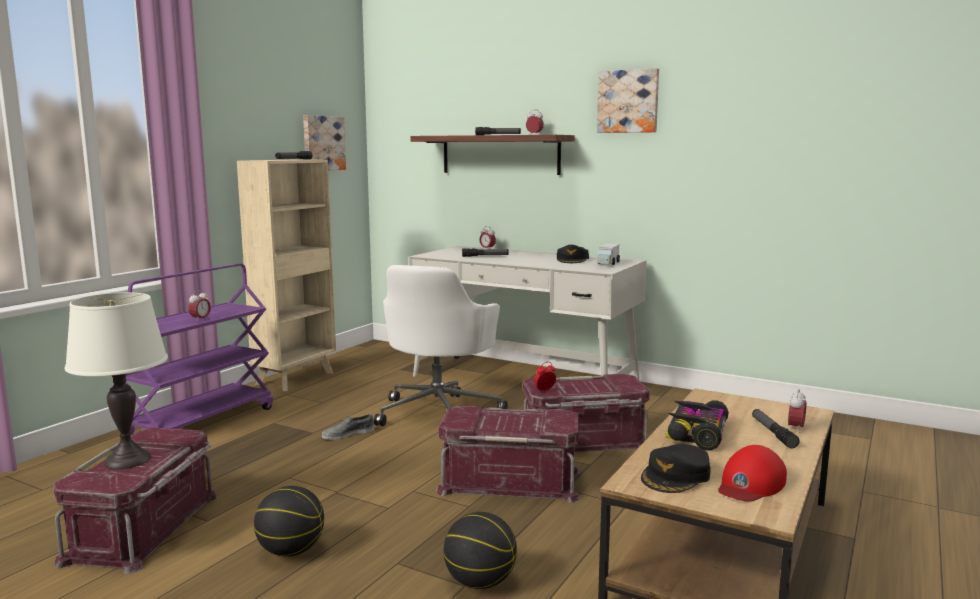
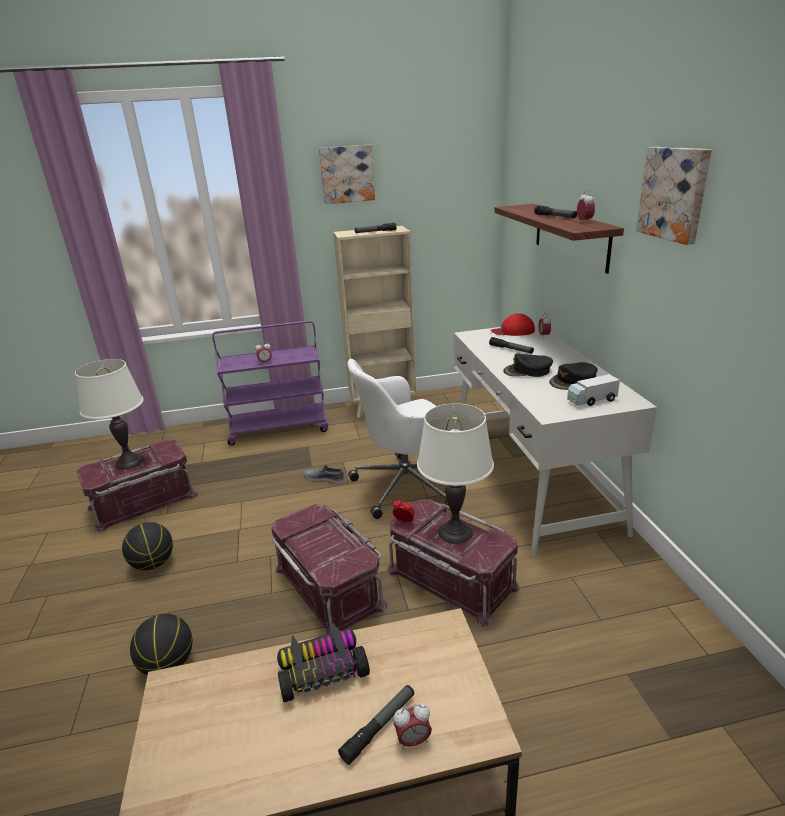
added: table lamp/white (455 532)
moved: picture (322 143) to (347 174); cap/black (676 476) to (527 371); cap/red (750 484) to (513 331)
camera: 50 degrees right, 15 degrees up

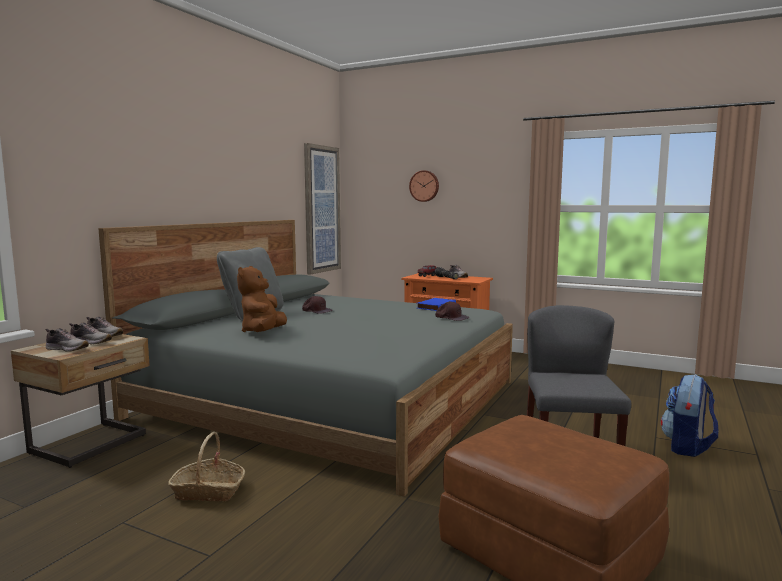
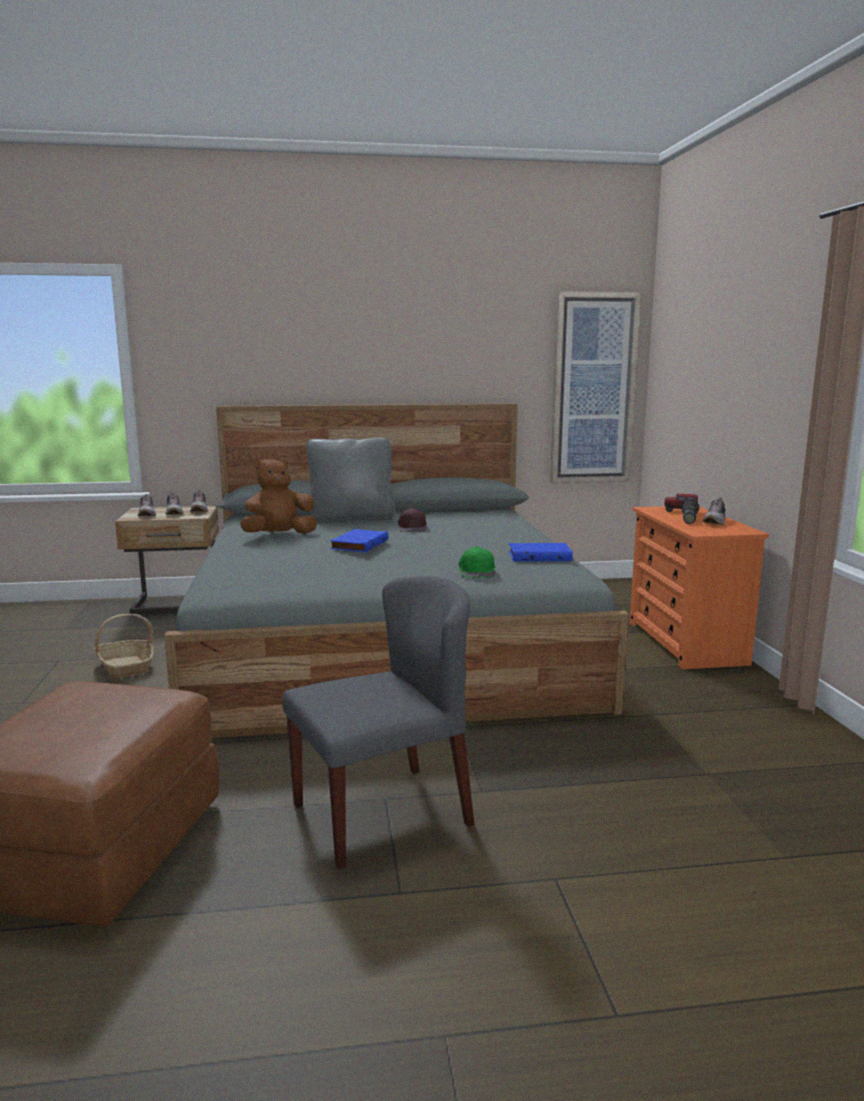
removed: wall clock (424 186); backpack (687 447)
added: book/blue (358 544)
recoloured: cap/brown (451 317) to cap/green (477 571)
camera: 55 degrees right, 5 degrees up

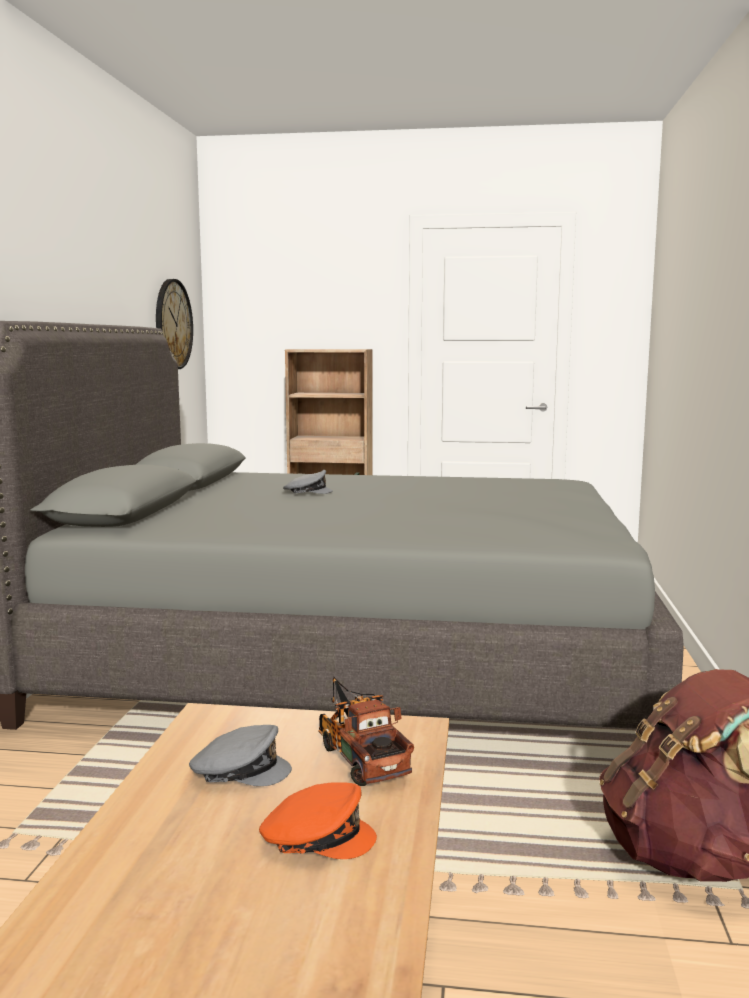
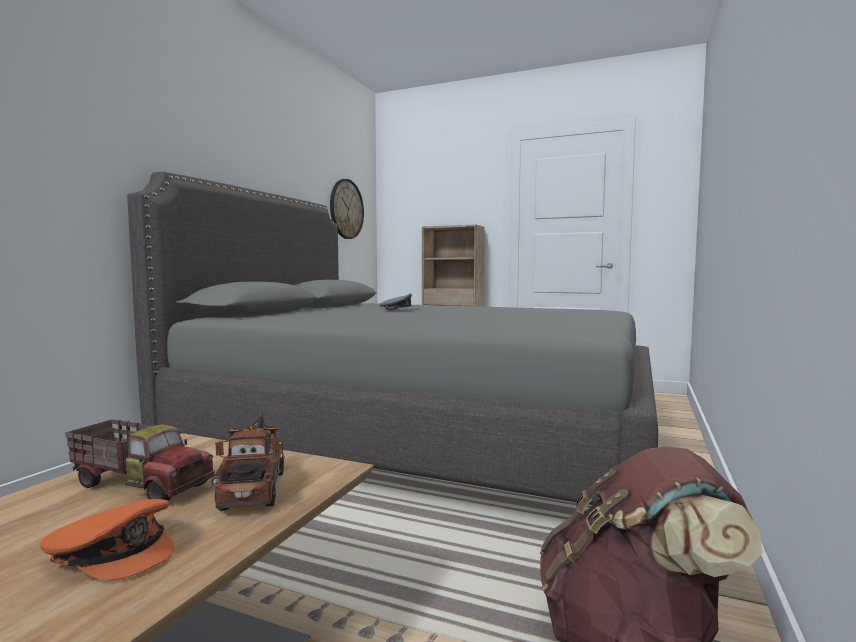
replaced: cap/grey (240 770) to toy truck (142 484)
camera: 15 degrees right, 5 degrees down

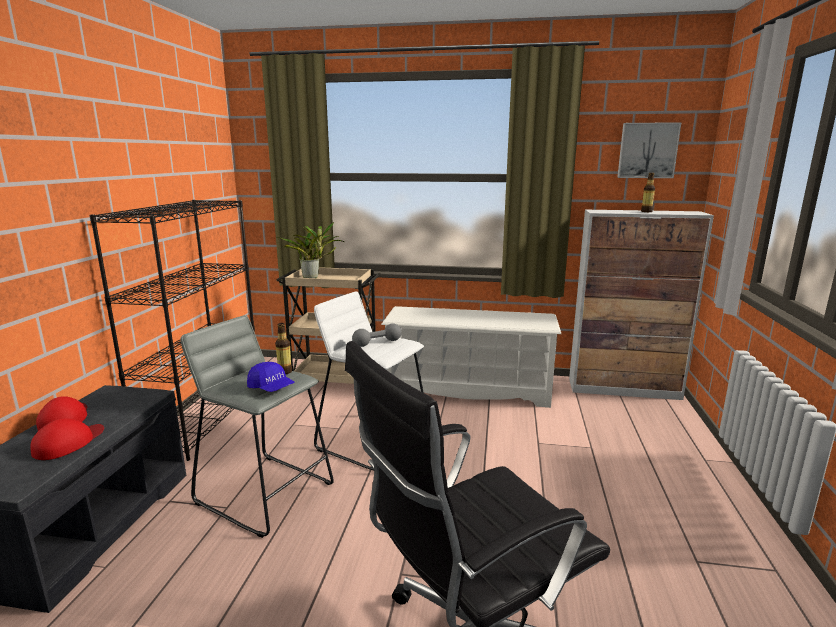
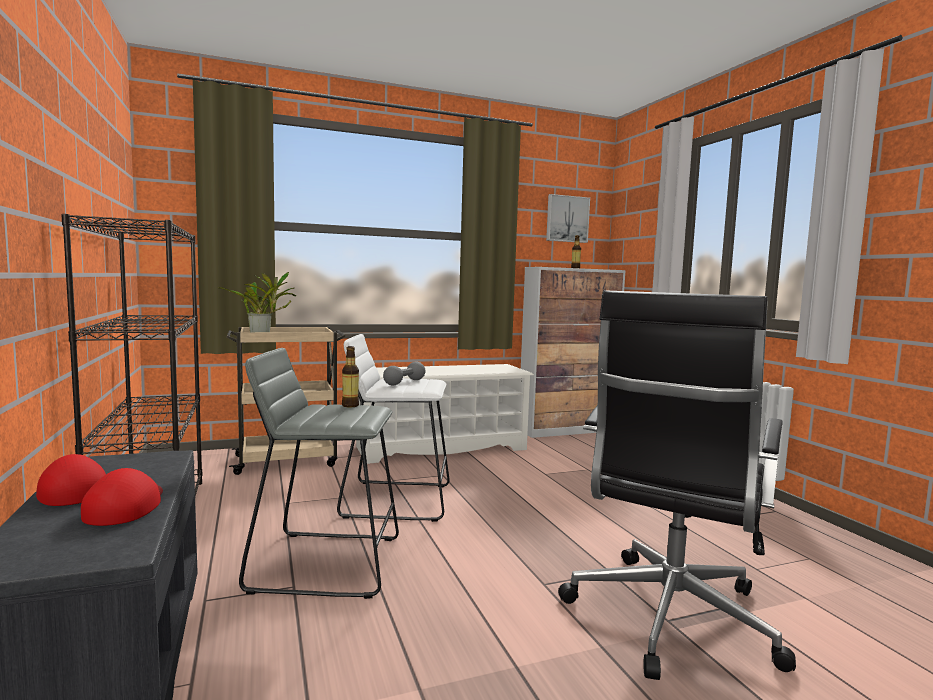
removed: cap/blue (271 388)
camera: 30 degrees left, 10 degrees down

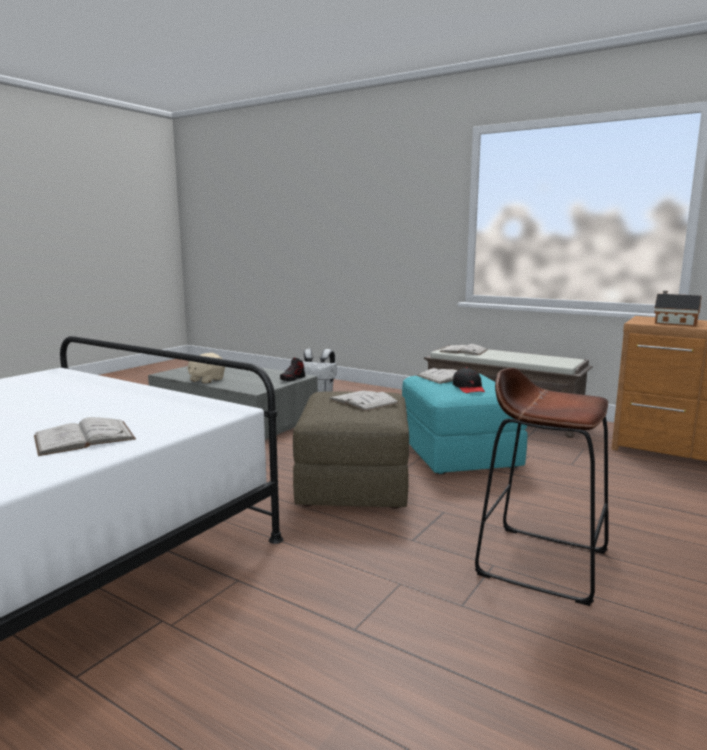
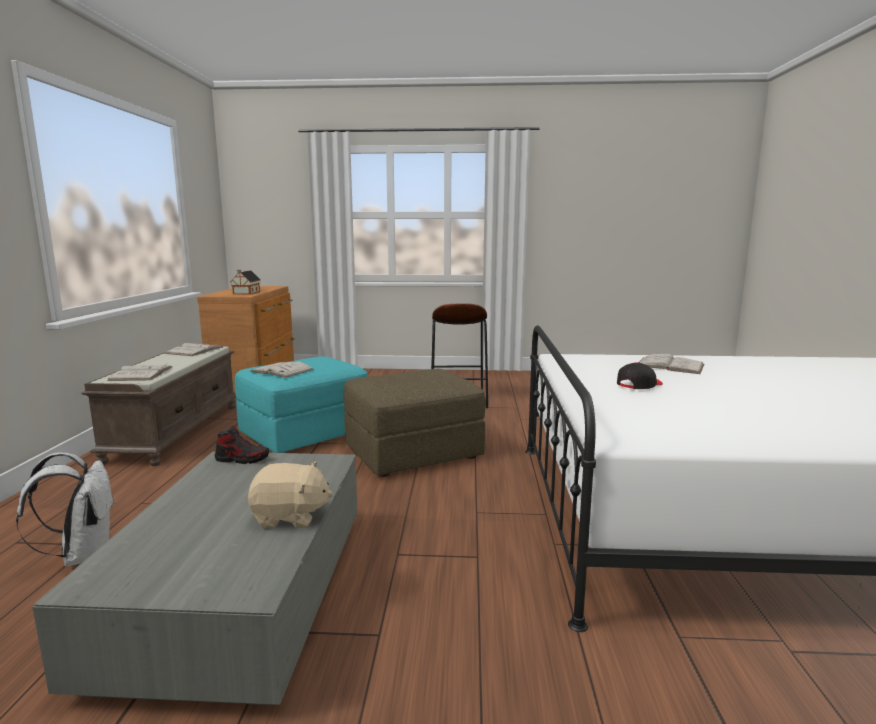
moved: book/white (363 401) to (194 350); cap/black (468 388) to (639 385)
camera: 120 degrees left, 0 degrees up

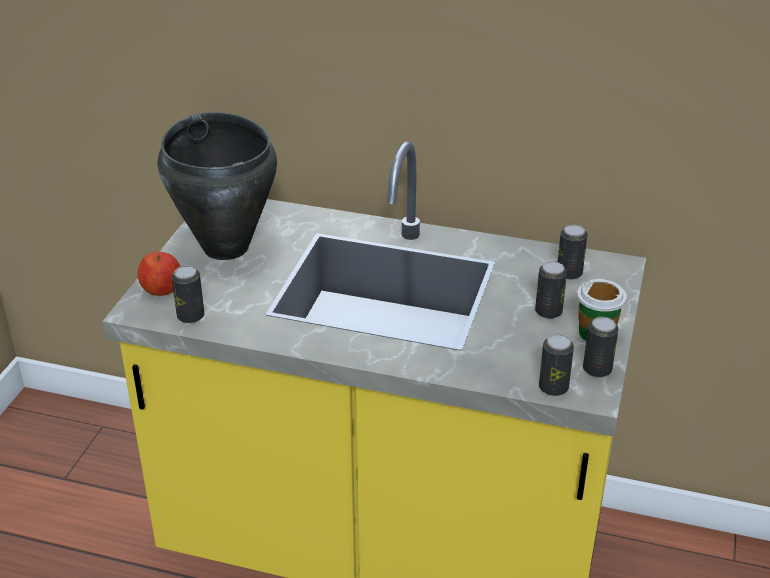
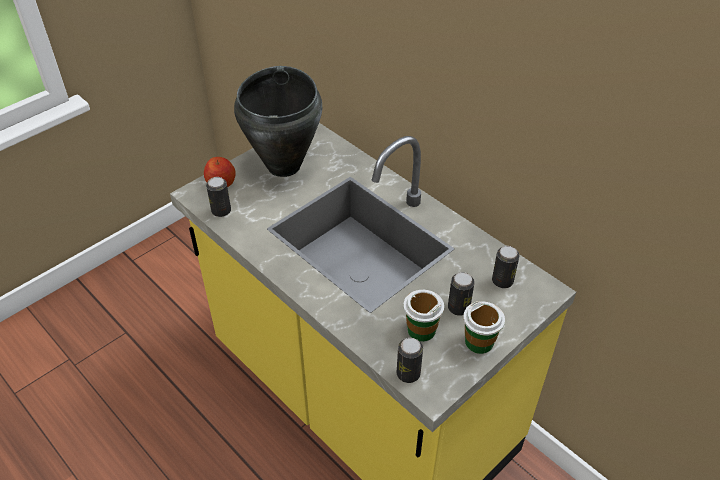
removed: can (597 369)
added: cup (421 330)
camera: 30 degrees right, 10 degrees up

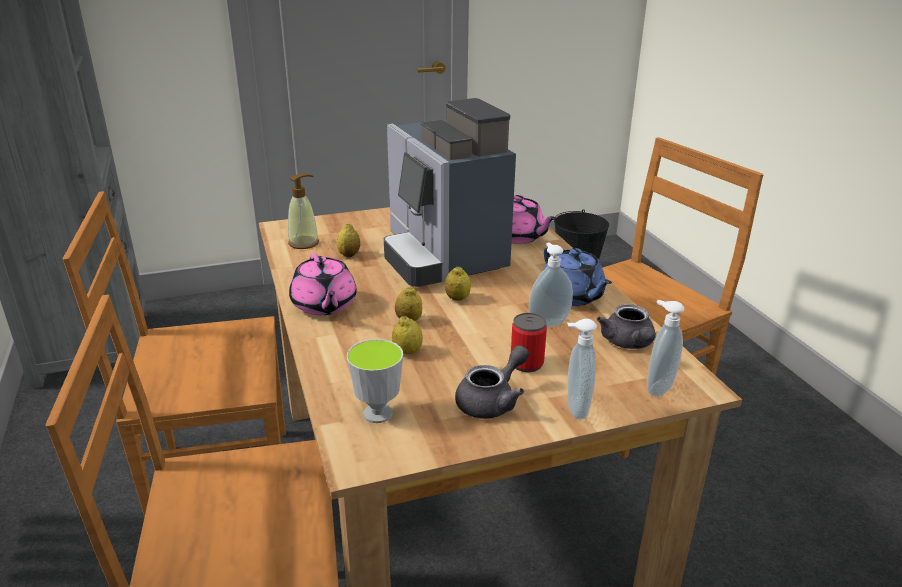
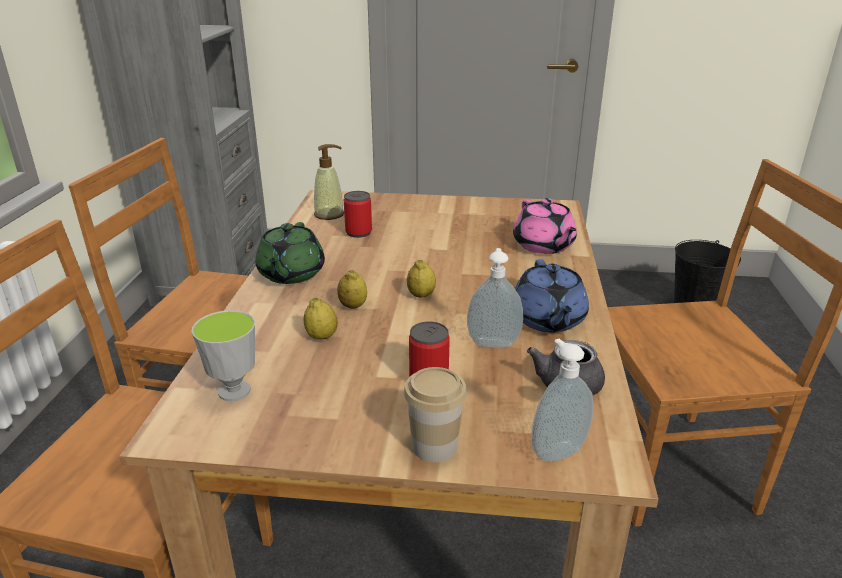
removed: coffee machine (442 256); teapot/grey (492 401)
replaced: lemon (349 255) to can (358 232); soap dispenser (574 409) to cup (434 446)
recoloured: teapot/pink (324 305) to teapot/green (290 274)
camera: 25 degrees right, 0 degrees up

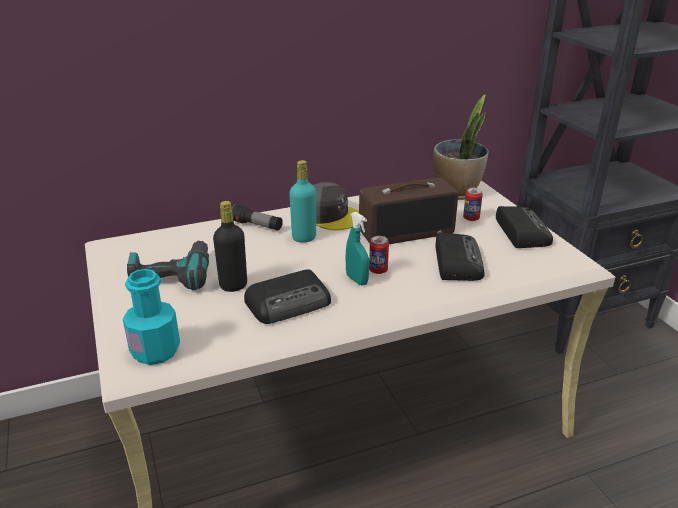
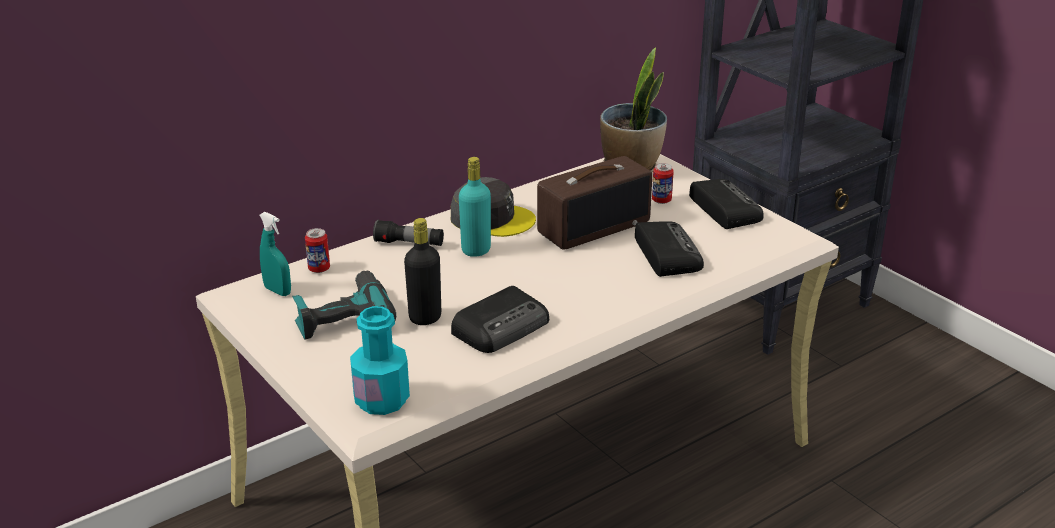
moved: spray bottle/turquoise (357 280) to (278 291); can (378 270) to (319 269)
camera: 15 degrees left, 0 degrees up

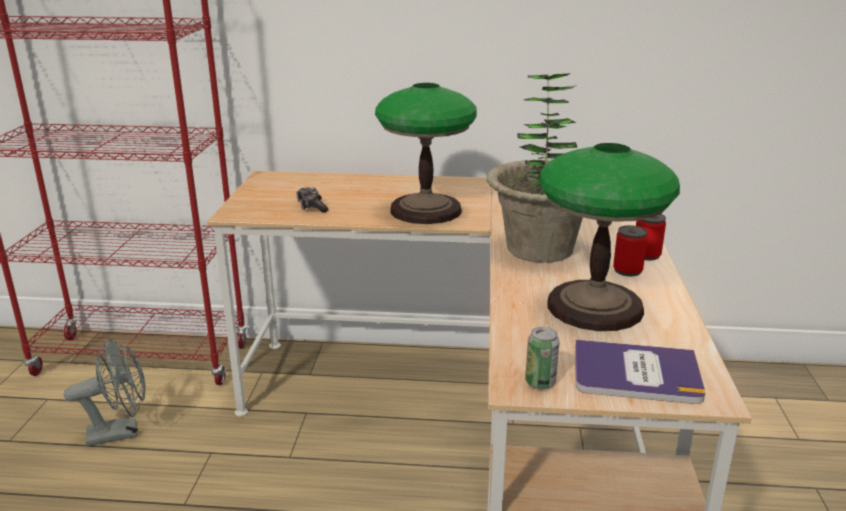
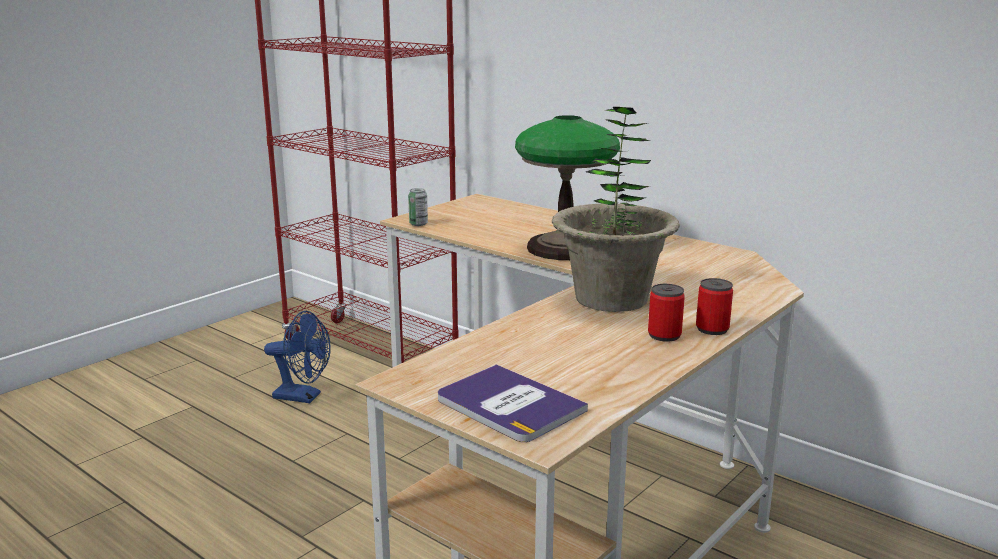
removed: game controller (312 207); table lamp (594 307)
moved: can (540 382) to (418 224)
recoloured: fan/grey (121 432) to fan/blue (304 397)
camera: 35 degrees right, 5 degrees down

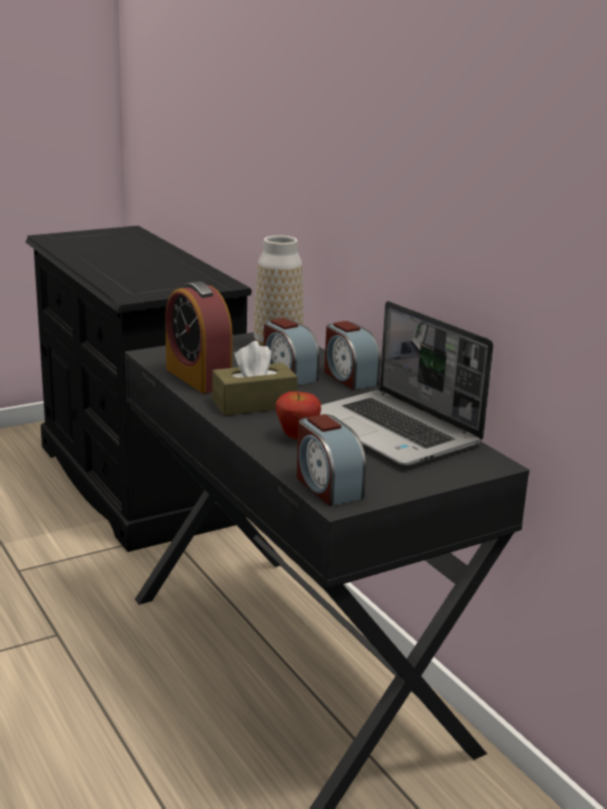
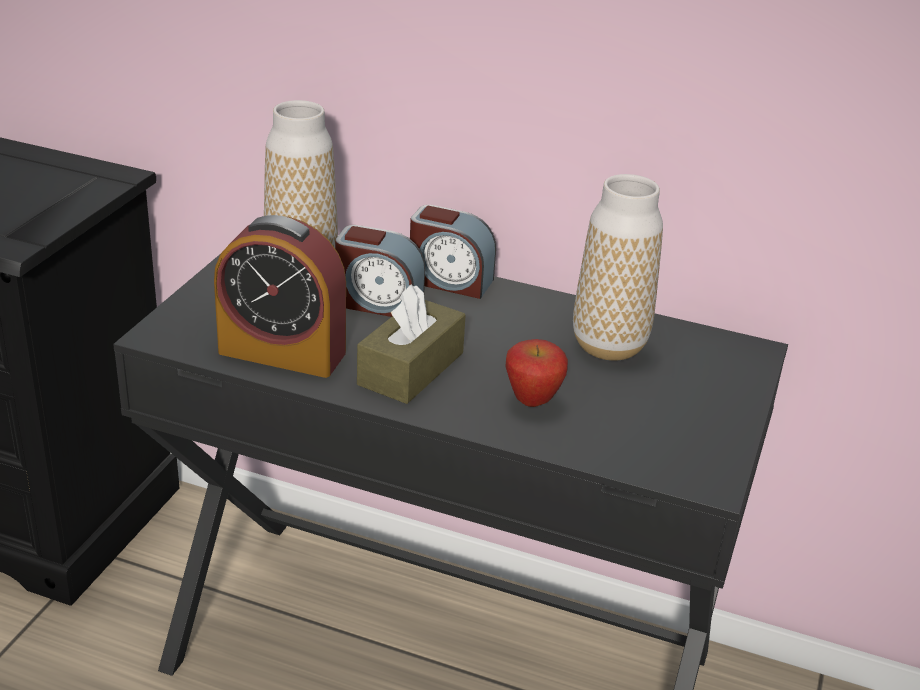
removed: alarm clock (327 486)
replaced: laptop (395 431) to vase (609 345)
camera: 40 degrees left, 10 degrees up

